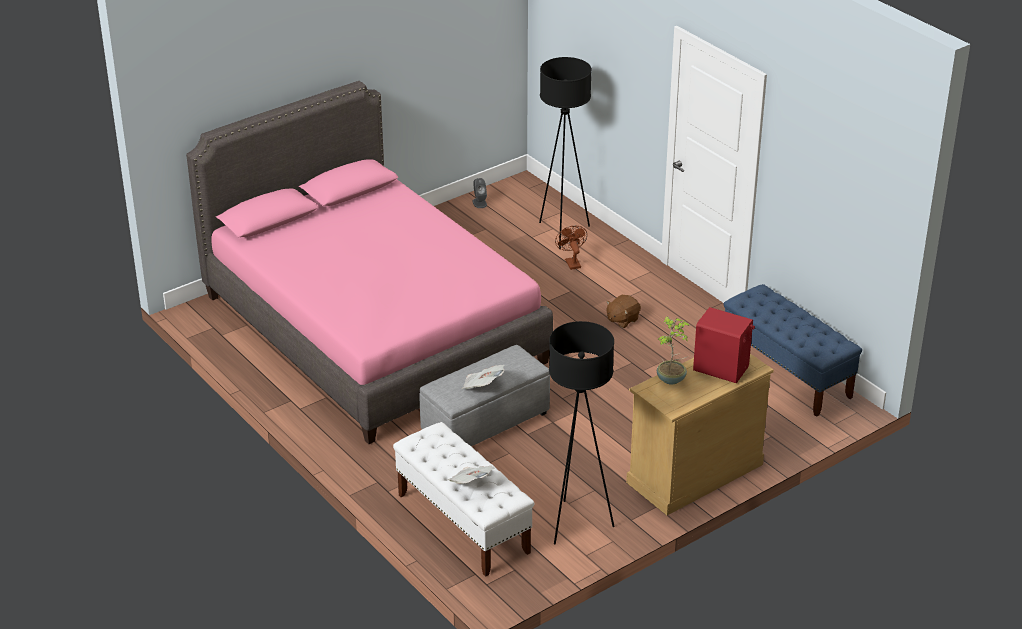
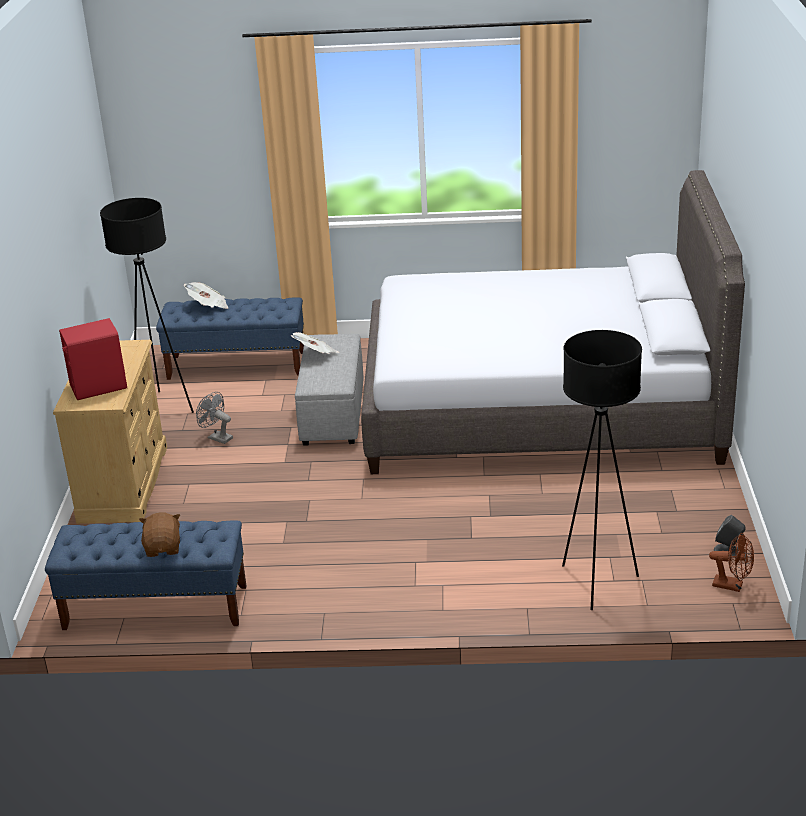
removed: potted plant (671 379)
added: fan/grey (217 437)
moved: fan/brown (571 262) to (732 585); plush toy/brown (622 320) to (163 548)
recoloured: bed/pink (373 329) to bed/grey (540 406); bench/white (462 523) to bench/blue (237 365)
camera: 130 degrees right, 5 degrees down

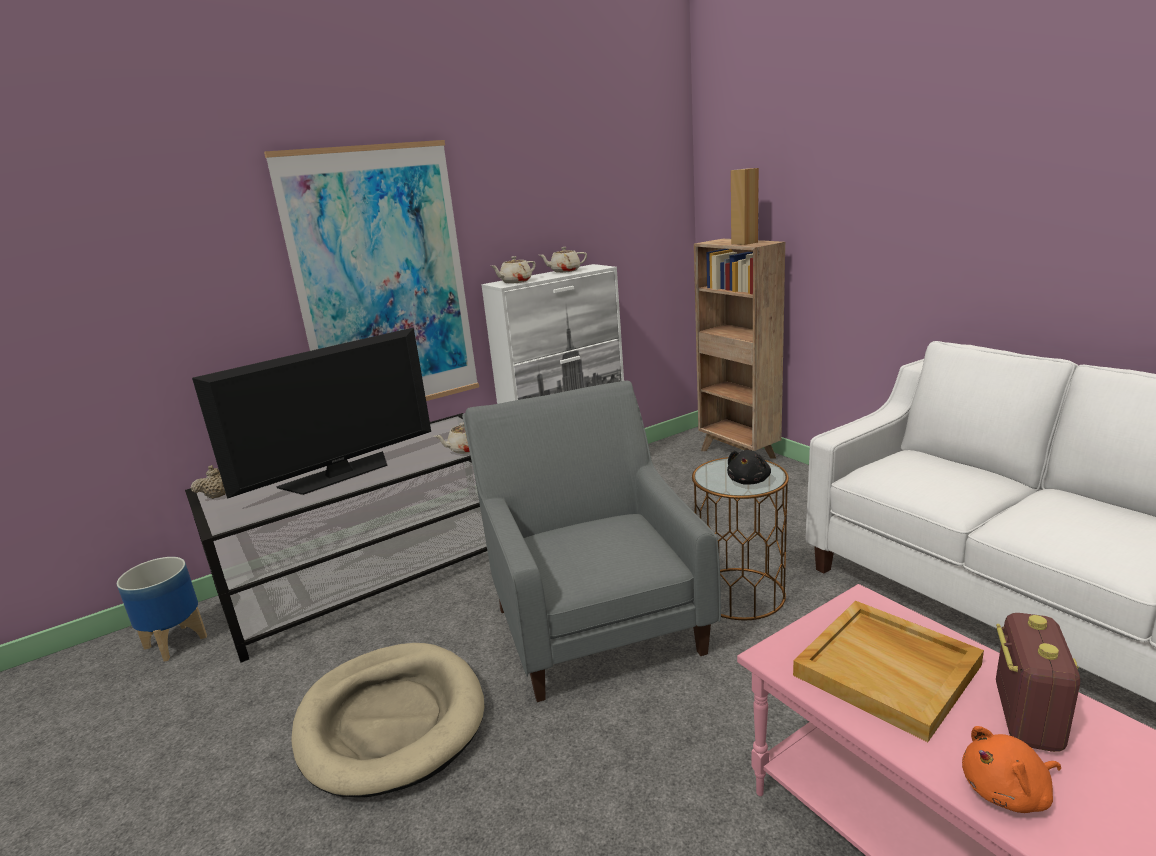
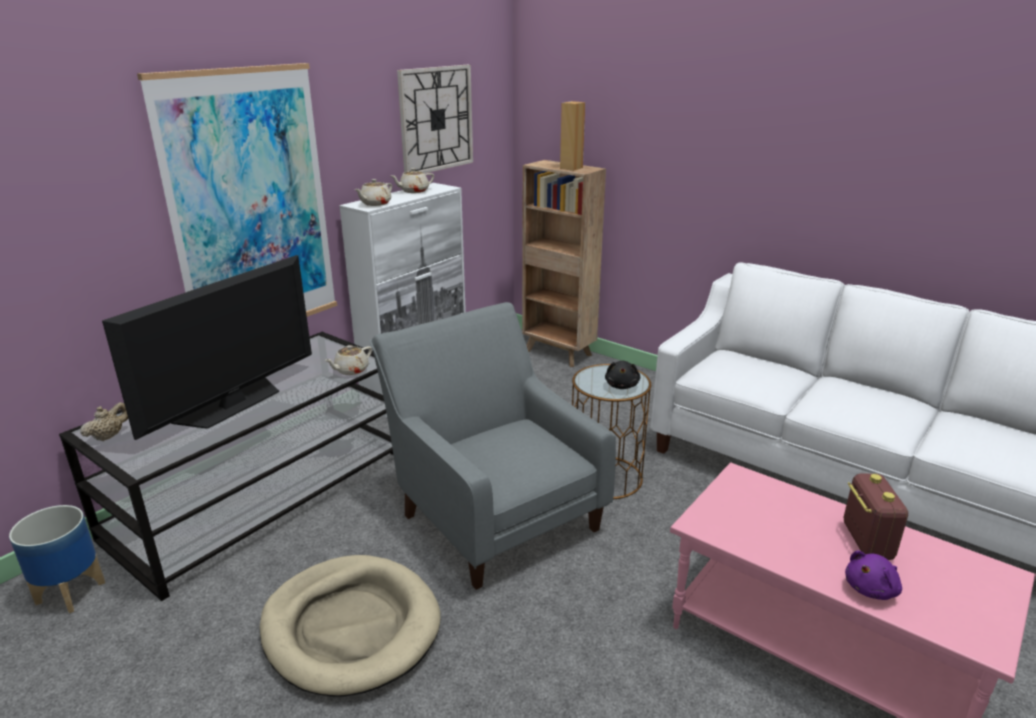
removed: tray/beige (888 670)
added: wall clock (436 119)
recoloured: plush toy/orange (1008 792) to plush toy/purple (872 589)
camera: 20 degrees left, 5 degrees up

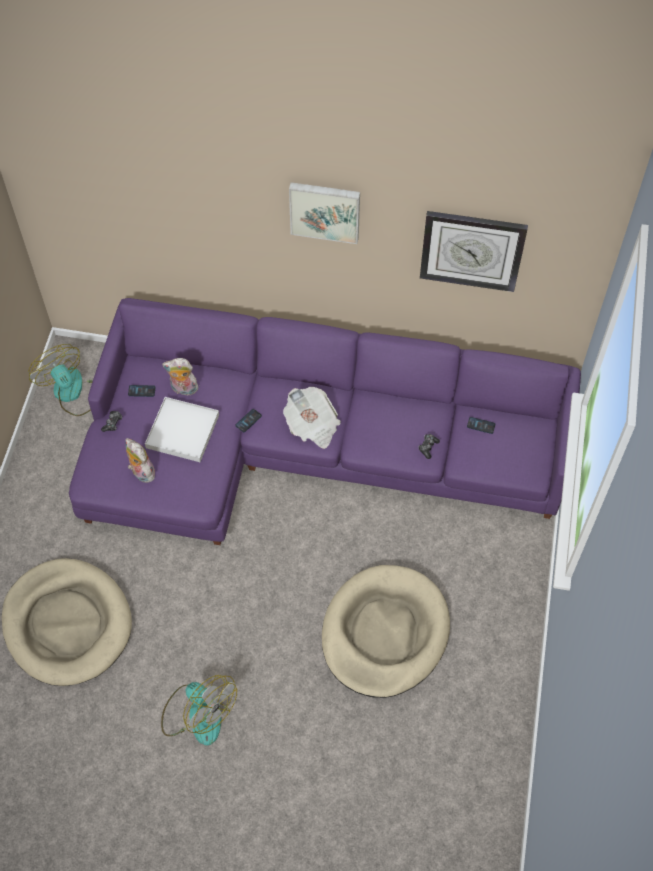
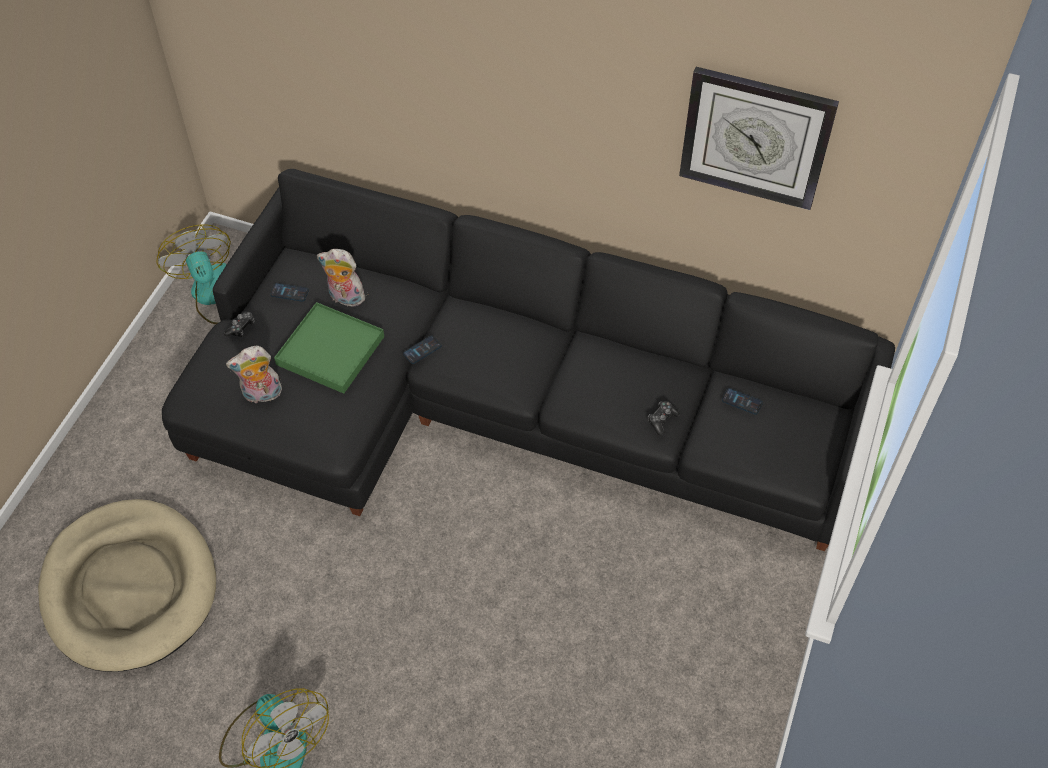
removed: newspaper (312 425); picture (325 210); dog bed/beige (384 633)
recoloured: sofa/purple (304 448) to sofa/black (501 407); tray/white (183 431) to tray/green (330 351)
turned: plush toy (141 472) = (261 395) 75 degrees counterclockwise
camera: 10 degrees right, 5 degrees down

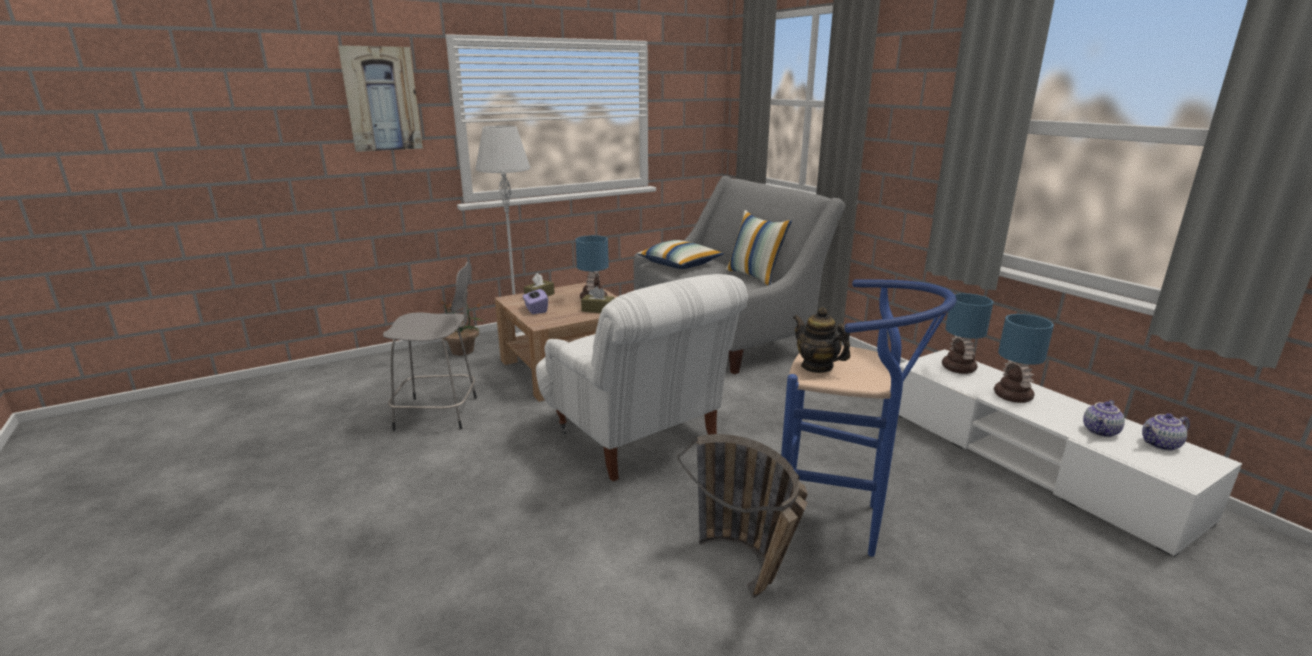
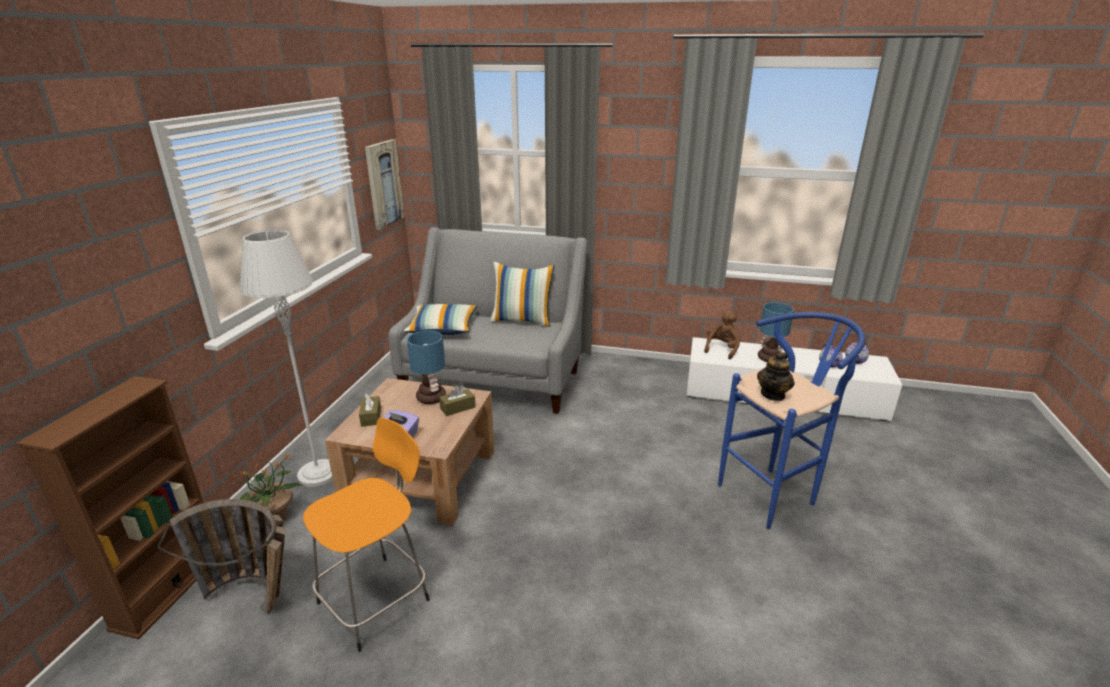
removed: armchair/white (637 435)
added: bookcase/brown (169 589)
moved: picture (382 99) to (383 184); basket (749 576) to (258 600)
replaced: table lamp (959 368) to plush toy/brown (721 349)
recoloured: stool/grey (440 413) to stool/orange (377 599)
turned: teapot (817 366) = (773 394) 60 degrees counterclockwise
camera: 45 degrees left, 5 degrees up

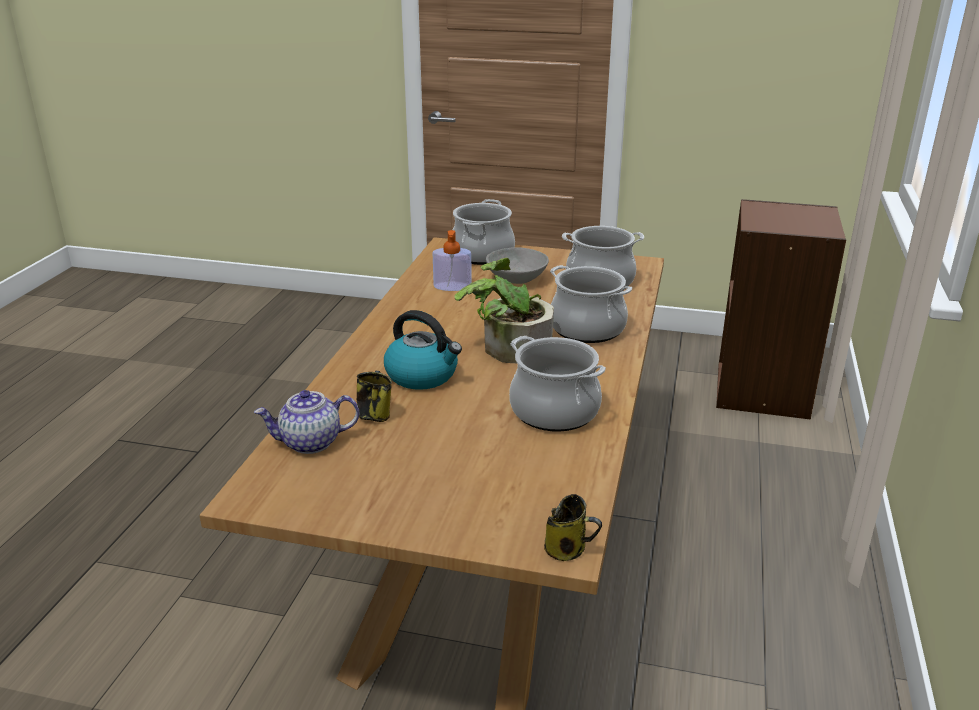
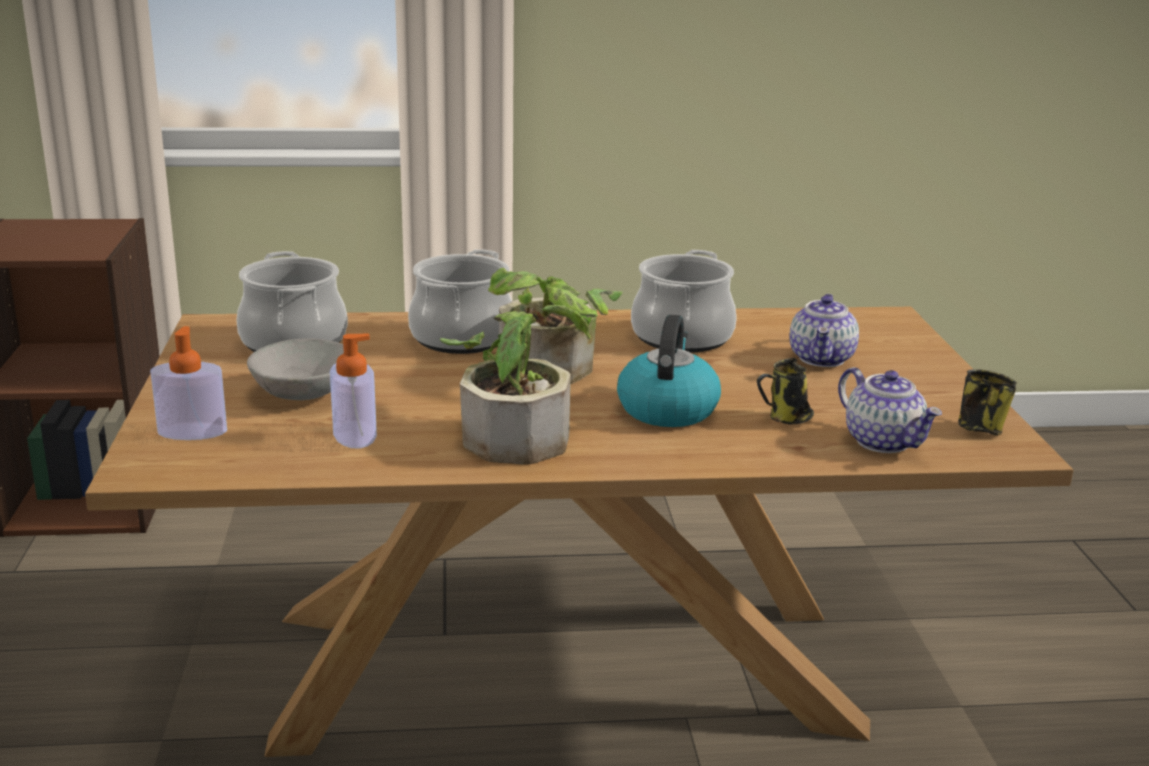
added: potted plant (516 433); teapot (822 359)
moved: mug (567 550) to (978 428)
replaced: cooking pot (482 255) to soap dispenser (192 432)
camera: 110 degrees left, 5 degrees down

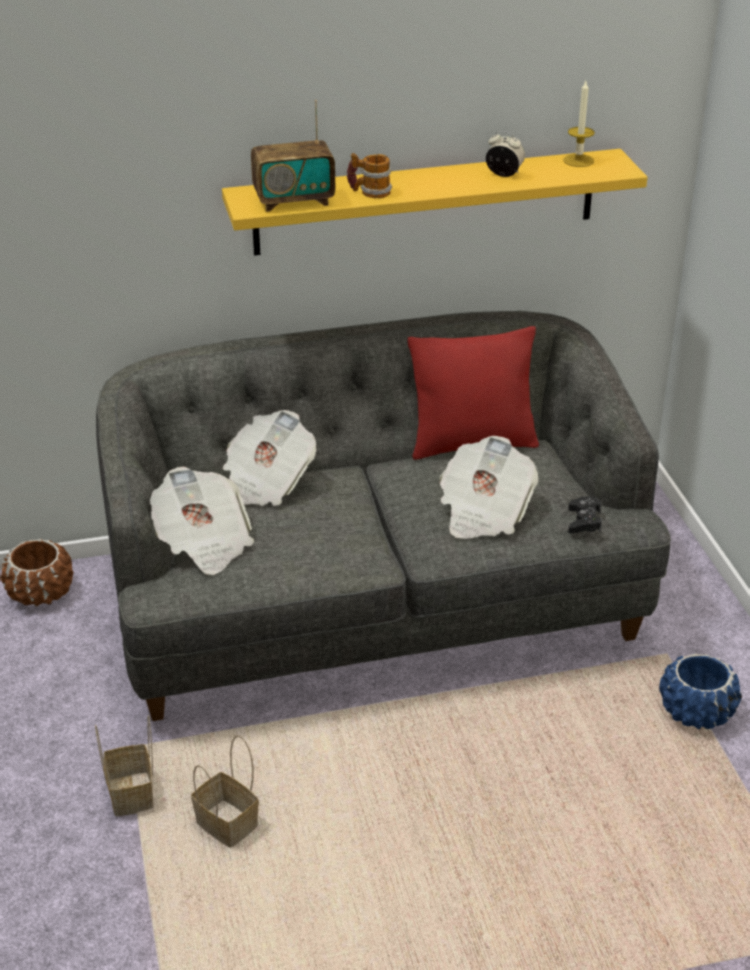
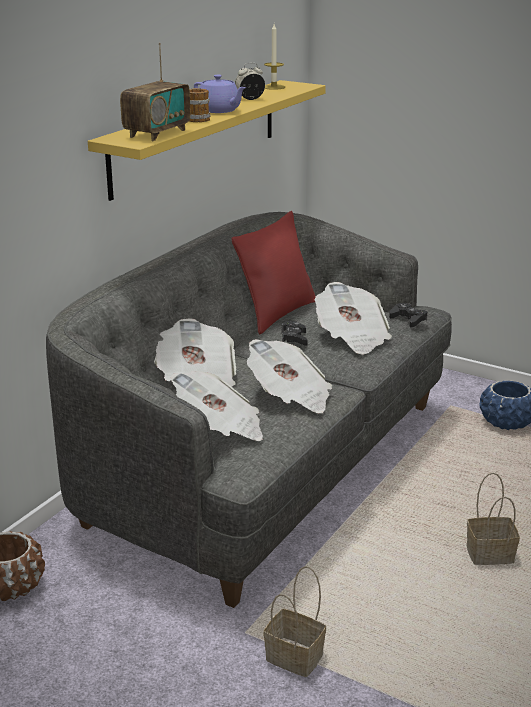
added: teapot/purple (219 110); newspaper (290 397); game controller/black (294 338)
moved: basket (229 824) to (491 554)
camera: 45 degrees left, 10 degrees down

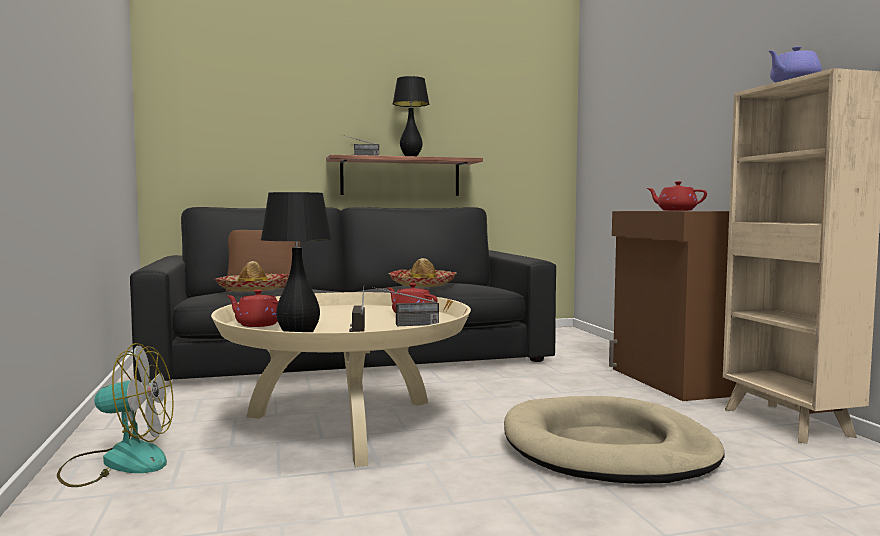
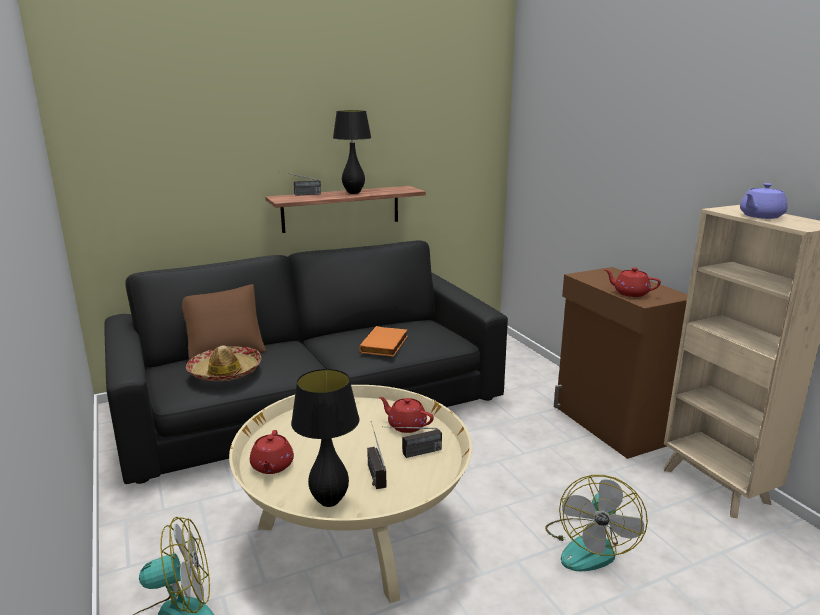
replaced: hat (422 285) to book/orange (385 345); dog bed/beige (608 449) to fan (589 546)
turned: teapot/red (257 324) = (272 466) 105 degrees counterclockwise
camera: 10 degrees left, 15 degrees up

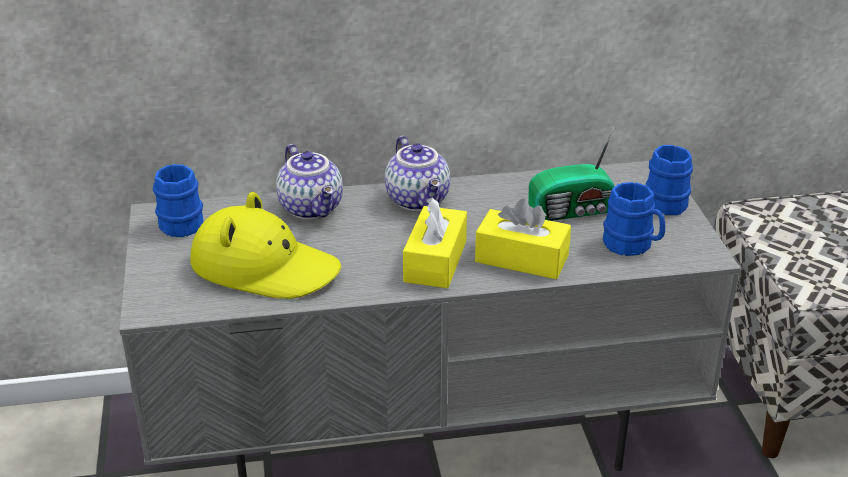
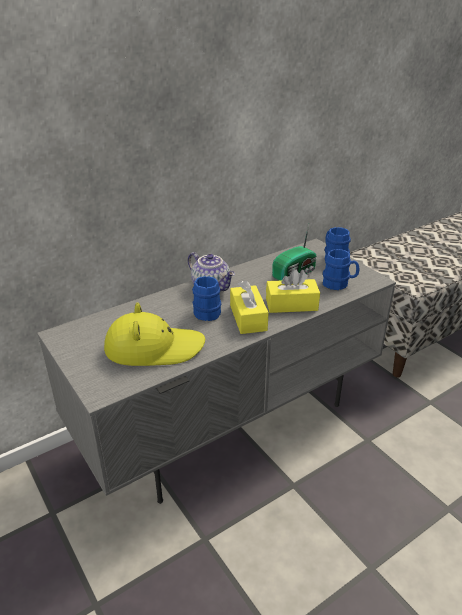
removed: teapot (313 208)
moved: mug/blue (183 221) to (205 311)
camera: 25 degrees left, 0 degrees up

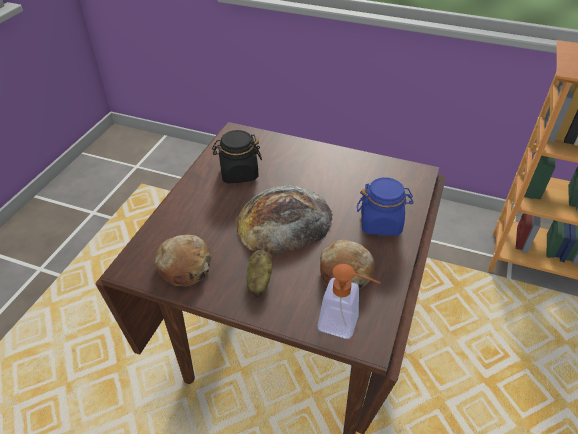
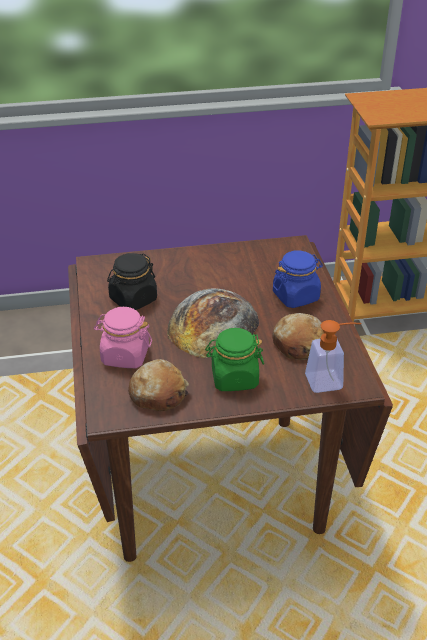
added: jar/pink (125 356)
replaced: potato (259 281) to jar/green (234 378)
camera: 30 degrees left, 5 degrees down

